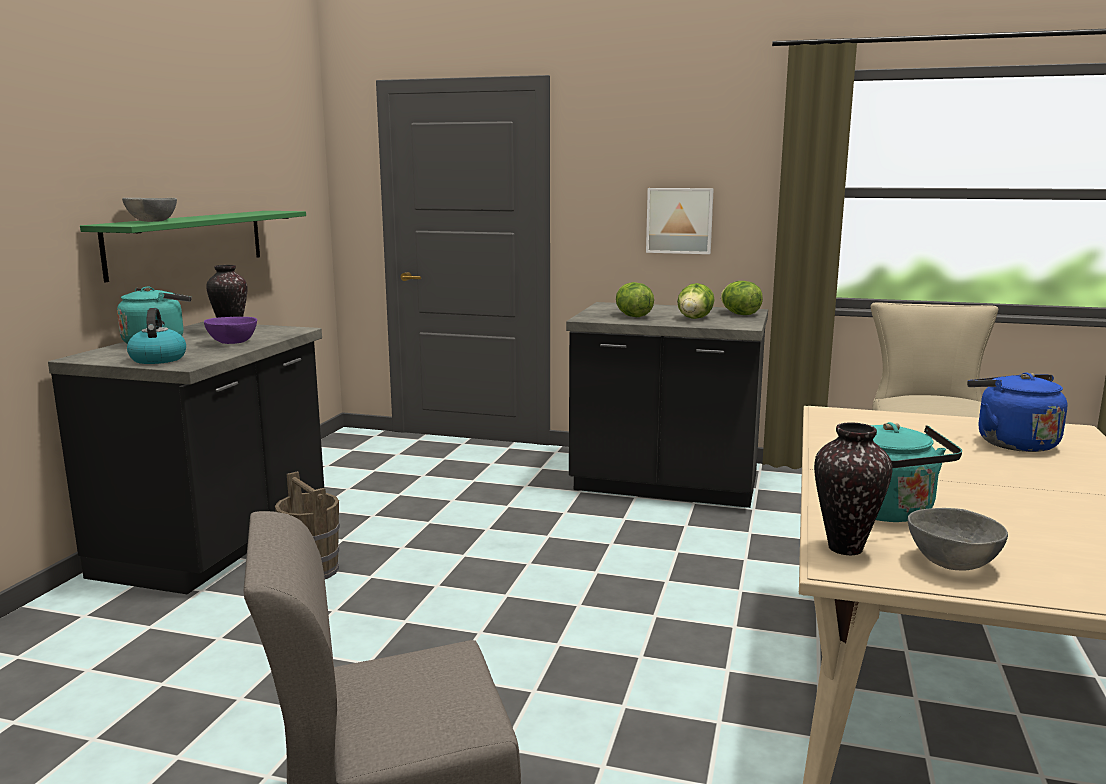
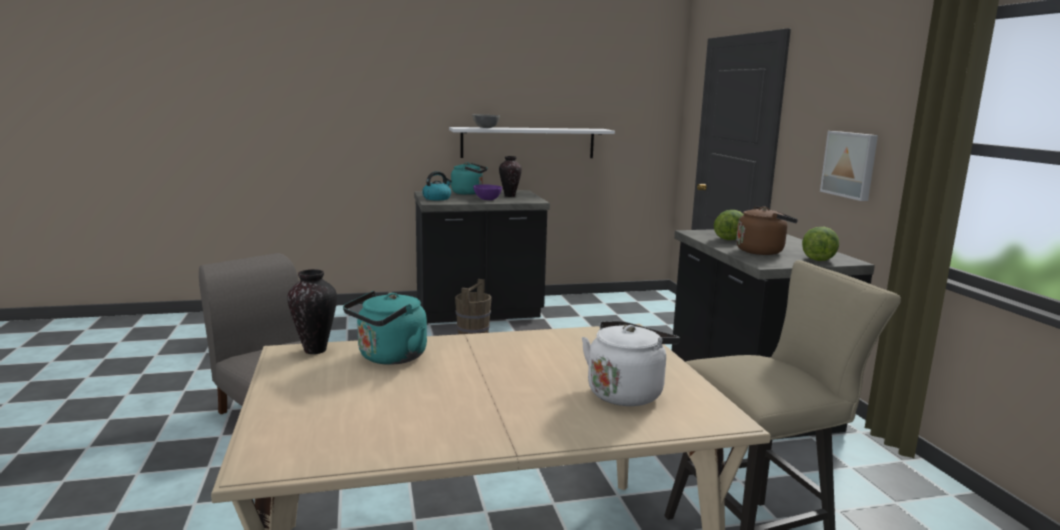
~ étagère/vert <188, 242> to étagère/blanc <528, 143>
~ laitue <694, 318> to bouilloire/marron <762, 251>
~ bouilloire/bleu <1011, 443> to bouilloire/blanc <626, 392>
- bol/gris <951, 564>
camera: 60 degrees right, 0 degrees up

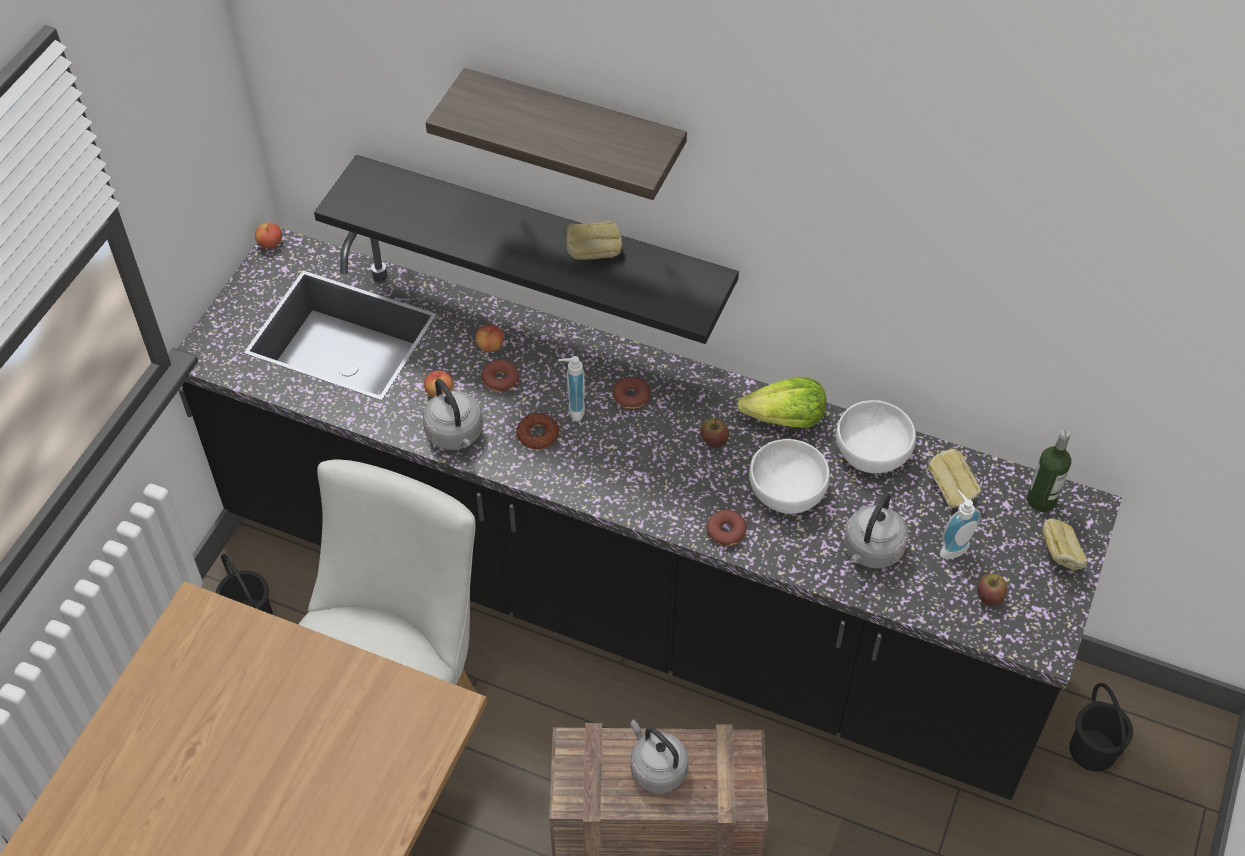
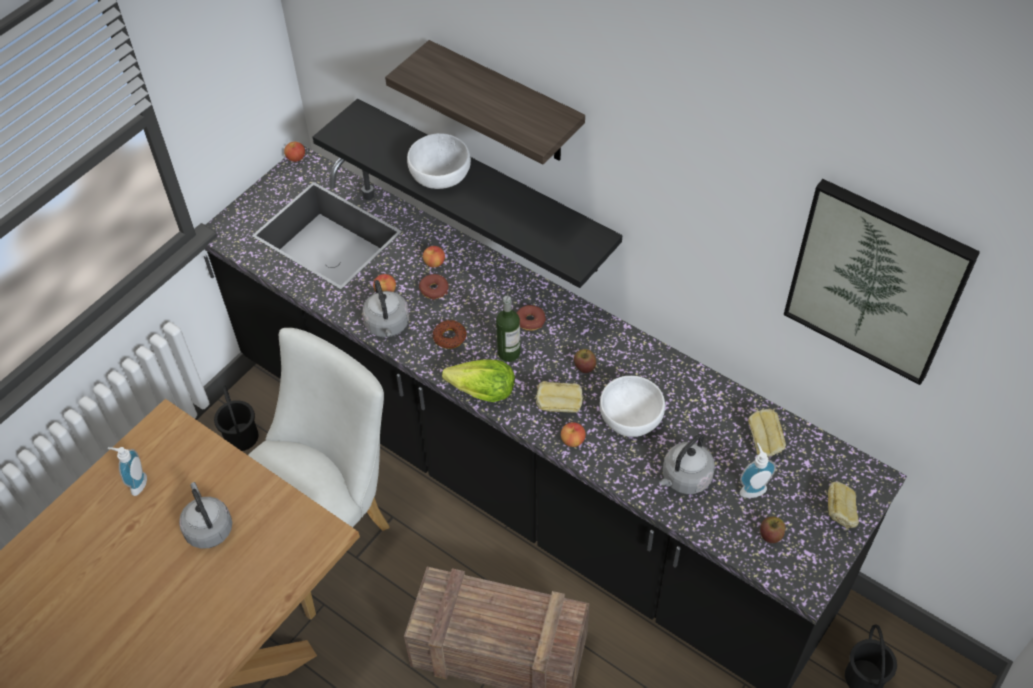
~ pain <592, 254> to <558, 406>
~ distributeur de savon <572, 409> to <136, 484>
~ laitue <784, 420> to <482, 392>
~ bol/blanc <871, 452> to <439, 175>
~ bouteille <1041, 500> to <509, 353>
~ beignet <726, 531> to pomme <572, 440>
~ bouilloire/gris <656, 768> to <208, 528>
+ tableau <876, 281>
camera: 15 degrees right, 0 degrees up

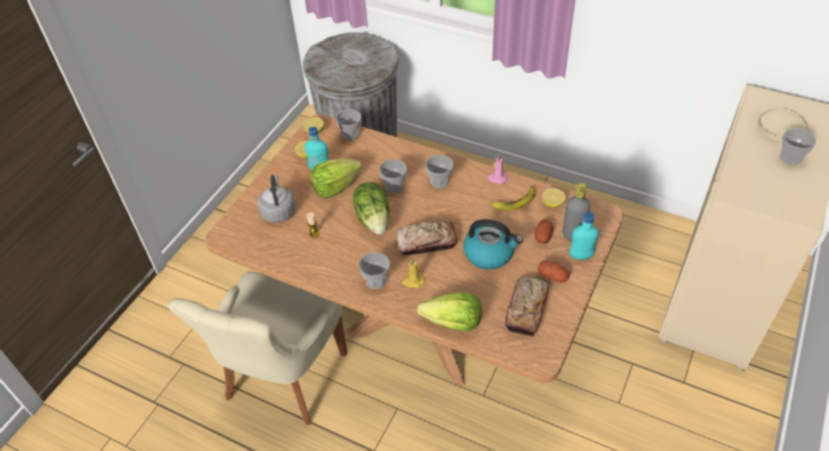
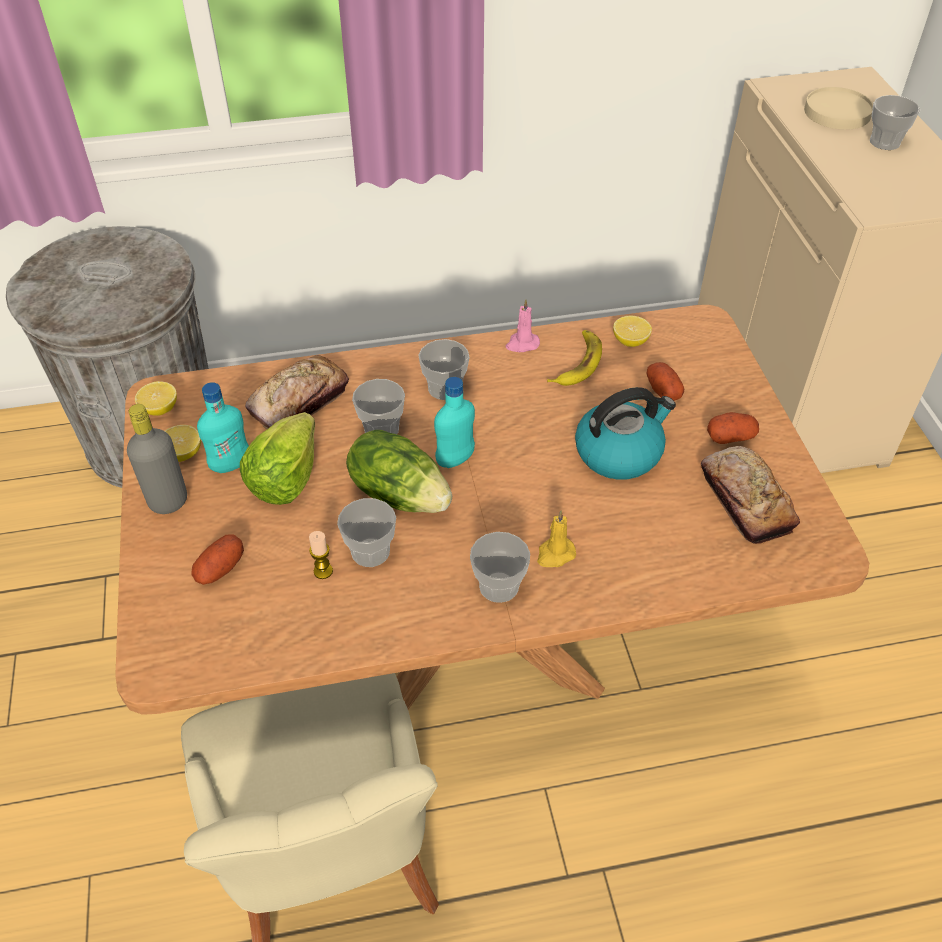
~ tasse <350, 134> to <370, 551>
~ bouilloire/gris <278, 211> to pomme de terre <220, 569>
~ bouteille/gris <573, 234> to <168, 501>
~ bouteille/turquoise <581, 256> to <455, 459>
~ pain <426, 242> to <299, 402>
- laitue <453, 323>
camera: 40 degrees left, 0 degrees up

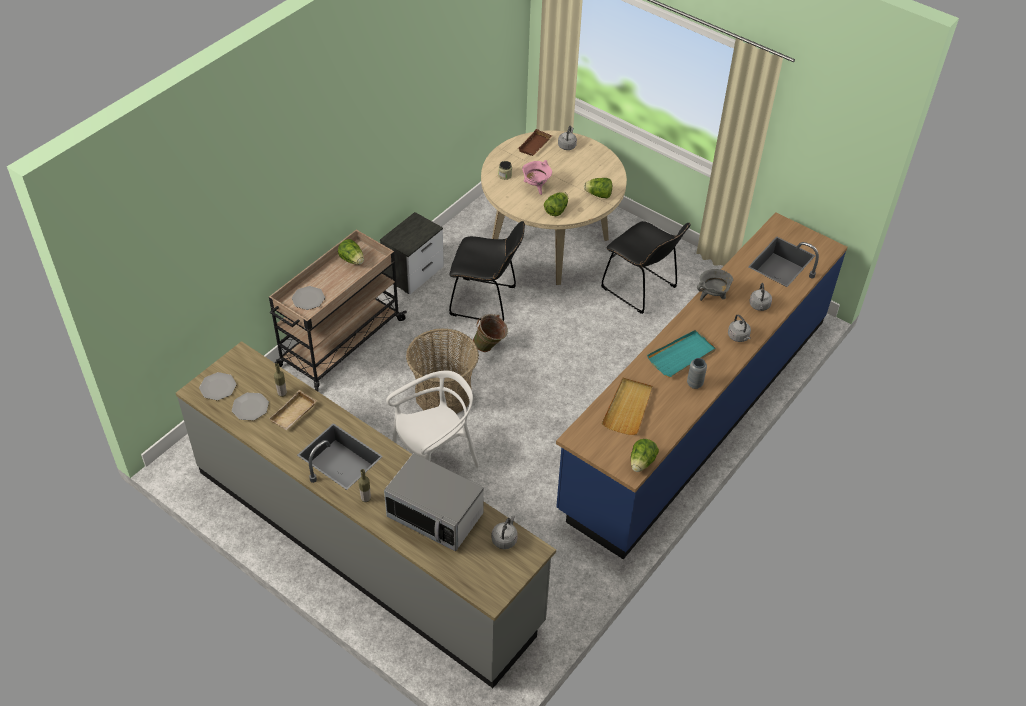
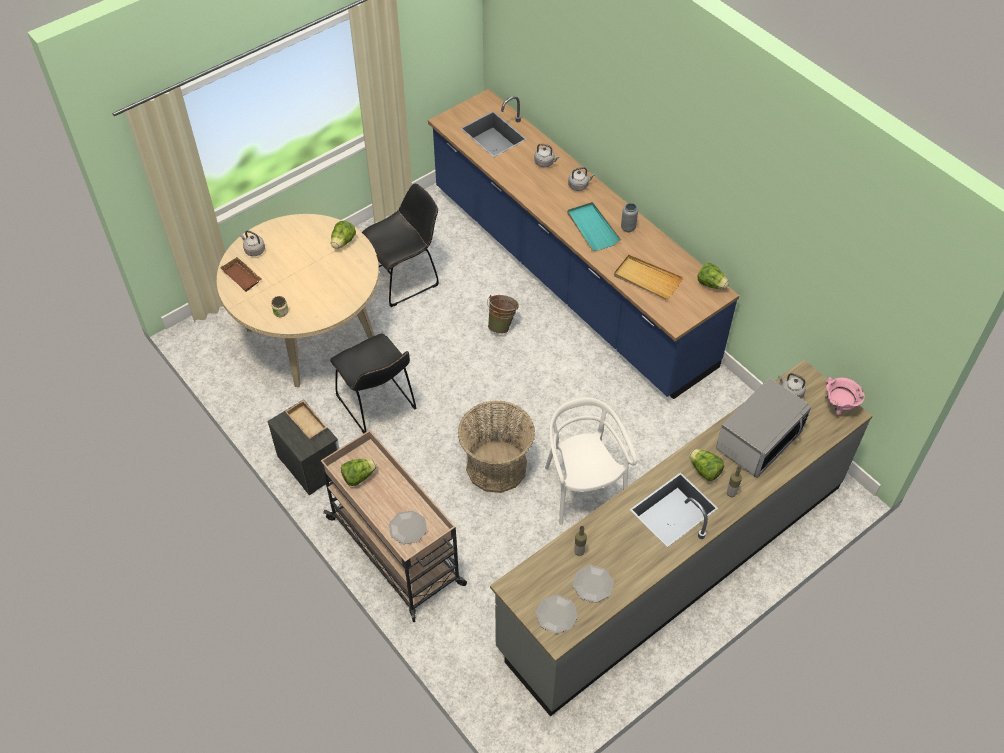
~ marmite/rose <536, 187> to <838, 406>
~ laitue <556, 210> to <704, 470>
~ chaise/noir <487, 302> = <378, 405> 120 degrees clockwise
- marmite/gris <712, 296>
~ seau/vert <490, 348> to <502, 325>
~ plateau/beige <294, 414> to <308, 422>
camera: 75 degrees left, 5 degrees up

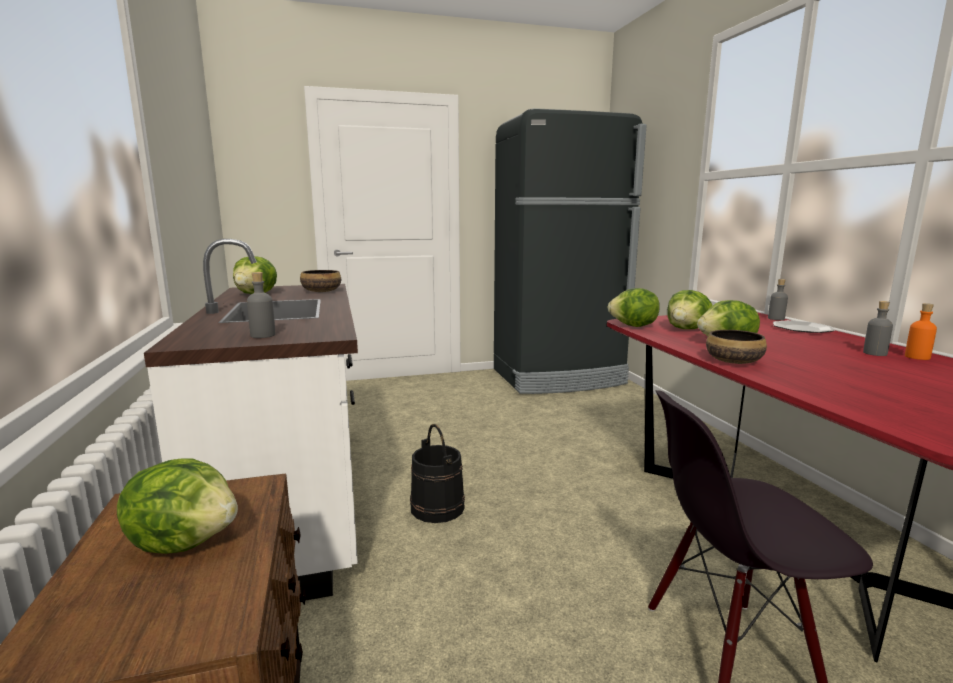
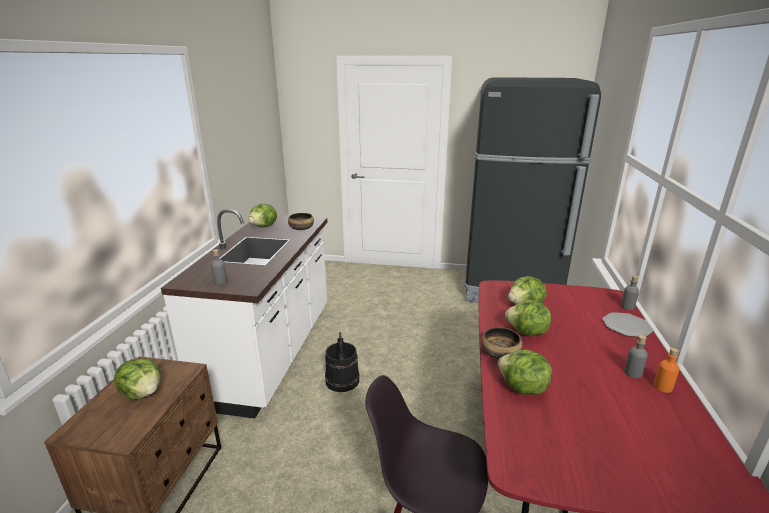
~ laitue <633, 326> to <522, 388>
camera: 25 degrees right, 10 degrees up

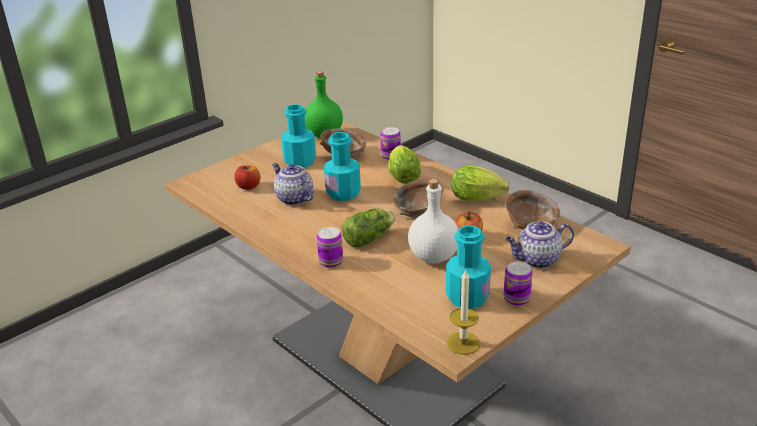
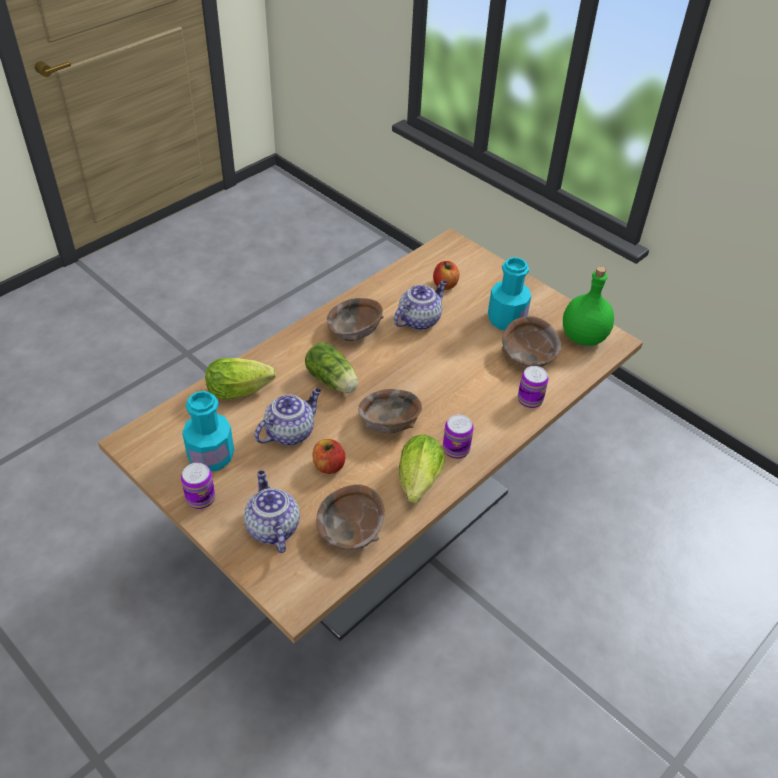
- bouteille/turquoise <343, 193>
~ laitue <402, 176> to <243, 390>
~ bouteille/blanc <432, 257> to théière <290, 432>
~ boîte métallique <331, 262> to <456, 449>
- bougie <463, 343>
+ bol/marron <354, 331>
camera: 85 degrees right, 15 degrees up

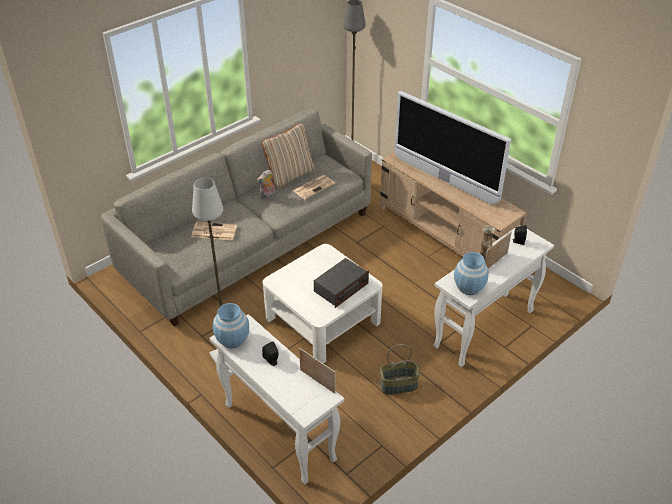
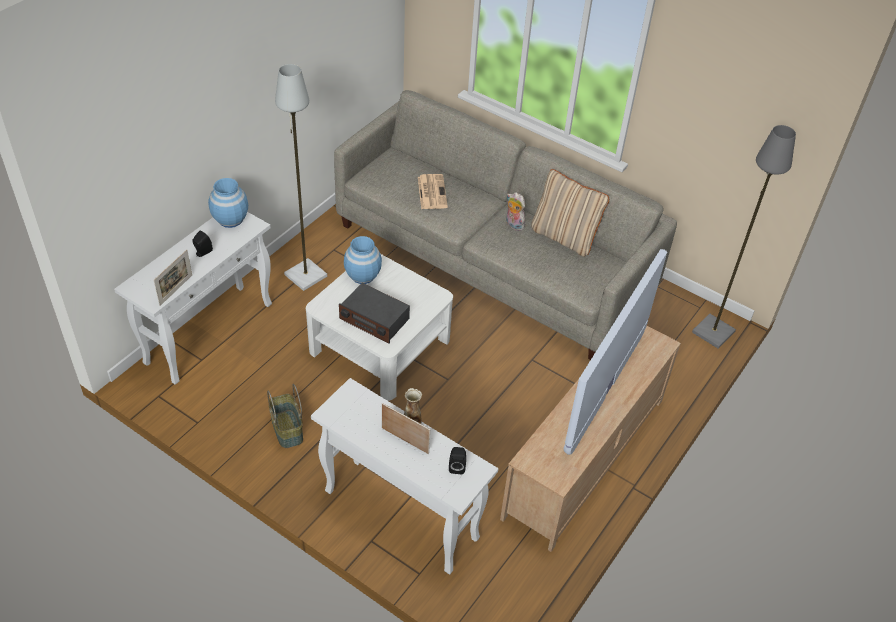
- journal <313, 187>
~ vase/bleu <469, 287> to <363, 275>
camera: 75 degrees right, 5 degrees up

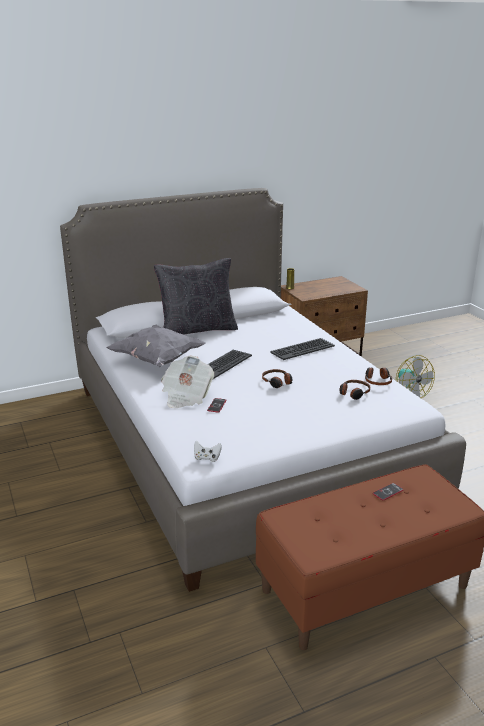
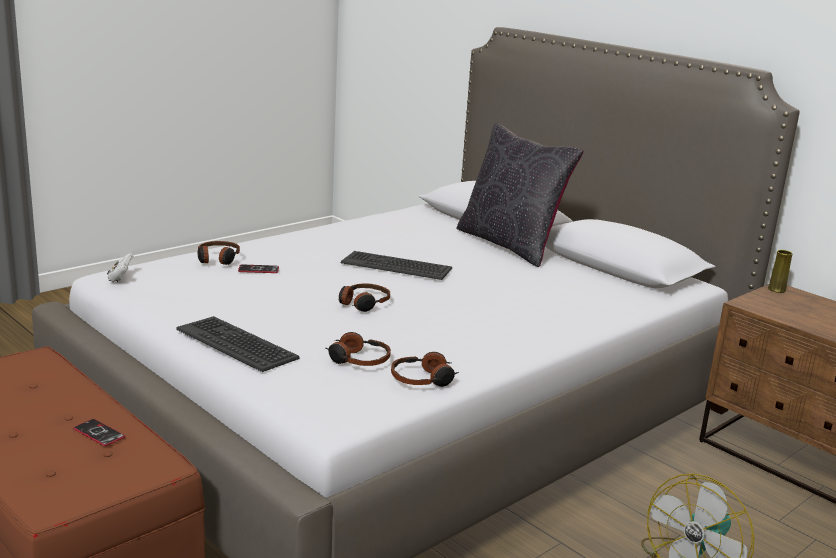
- coussin/gris <158, 360>
~ clavier <302, 349> to <237, 344>
- journal <186, 396>
+ casque audio <217, 259>
camera: 70 degrees right, 5 degrees down

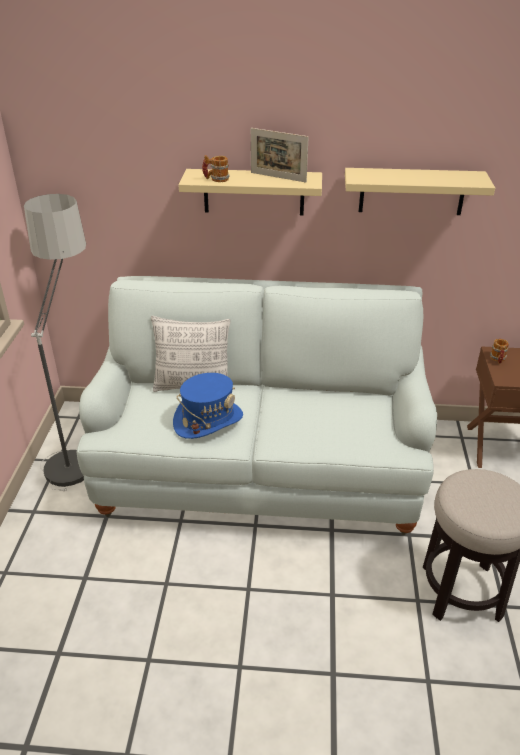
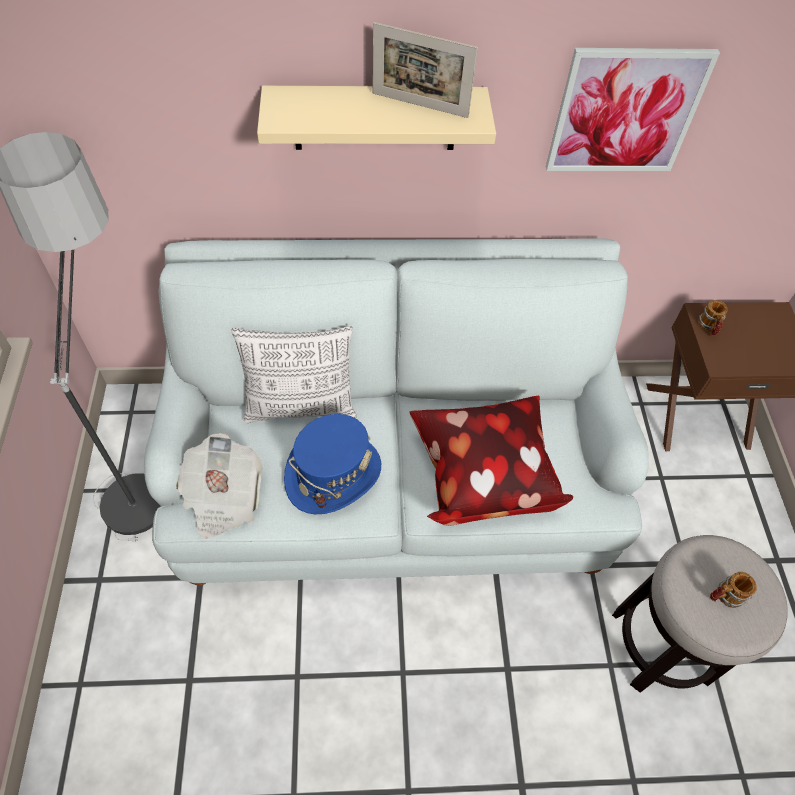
~ mug <216, 179> to <724, 596>
~ étagère/beige <412, 191> to tableau <625, 112>
+ coussin <481, 475>
+ journal <223, 497>
camera: 10 degrees left, 20 degrees up

